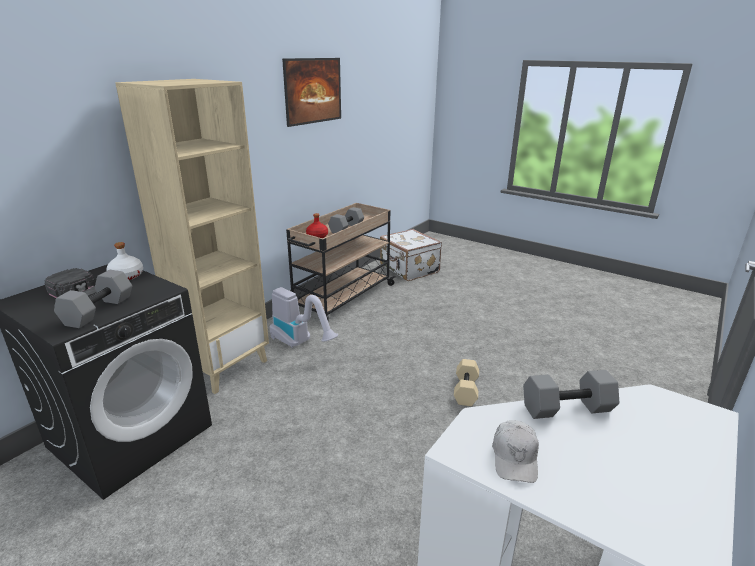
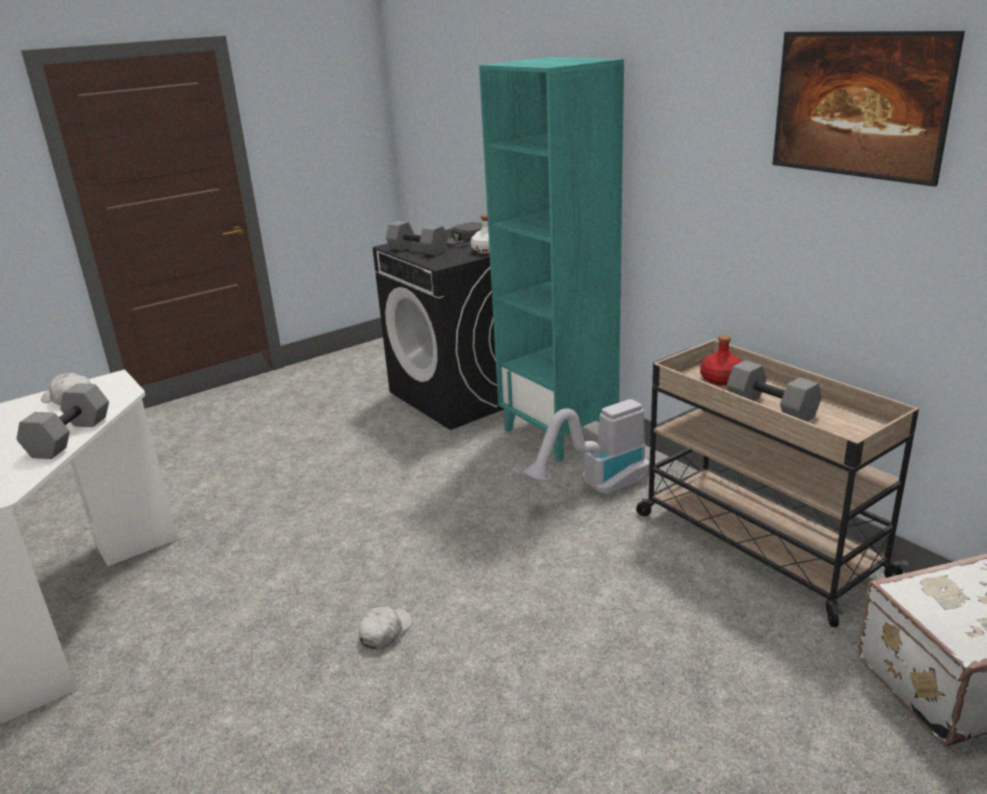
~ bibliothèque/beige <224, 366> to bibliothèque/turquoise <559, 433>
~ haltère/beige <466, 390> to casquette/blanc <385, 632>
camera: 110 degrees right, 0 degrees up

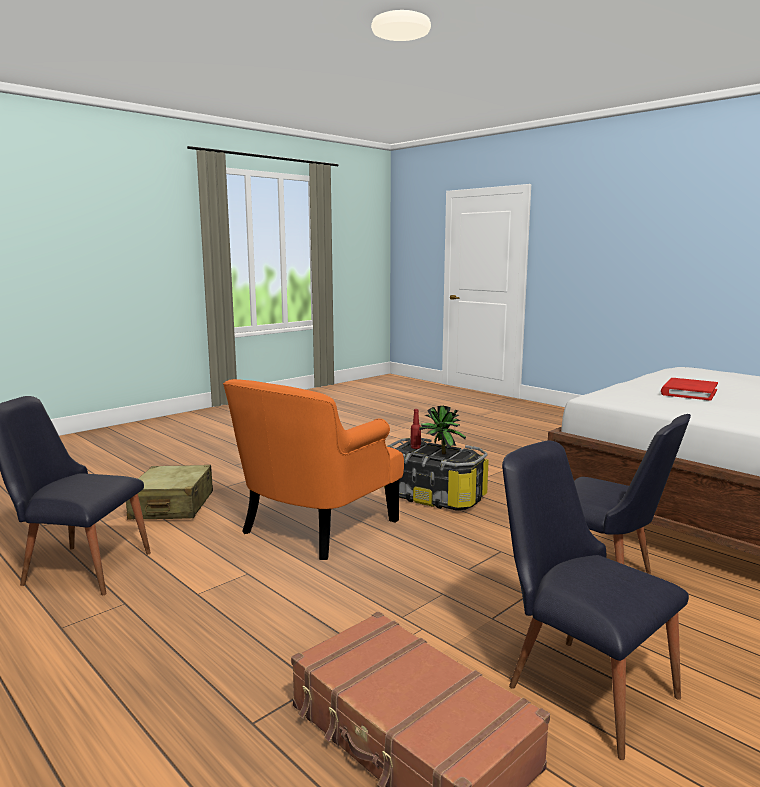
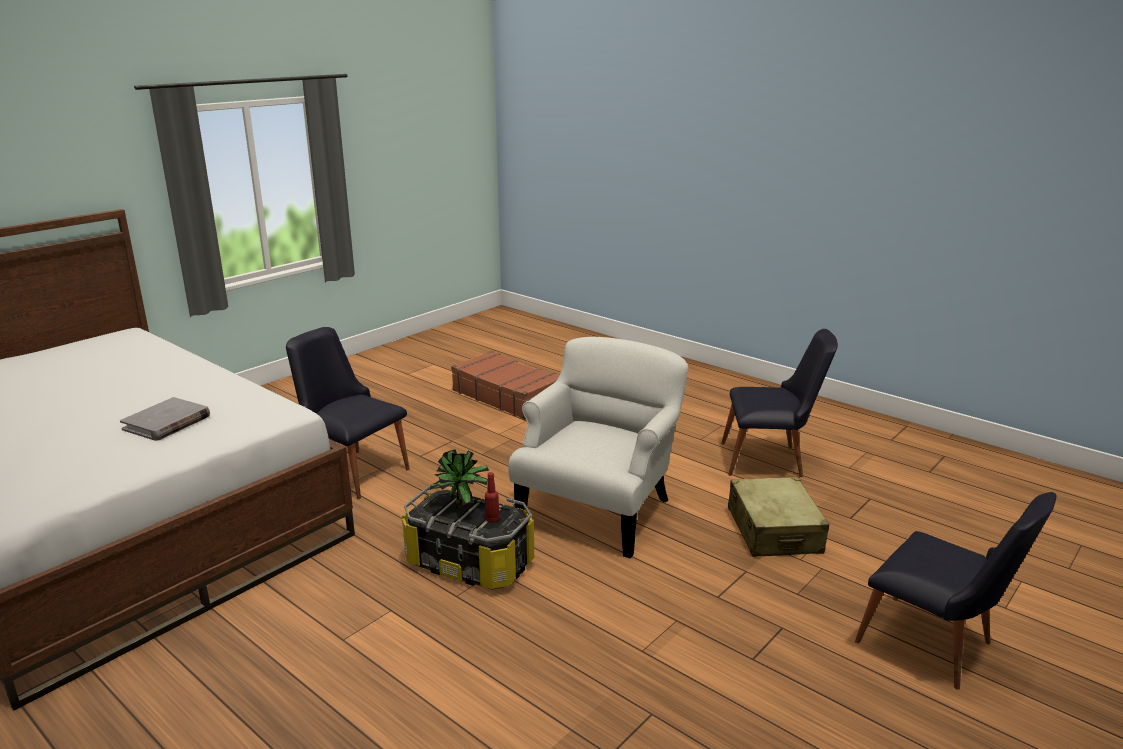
~ livre/rouge <689, 392> to livre/gris <167, 423>
~ fauteuil/orange <315, 527> to fauteuil/blanc <599, 509>
~ chaise/noir <578, 683> to <936, 649>
camera: 175 degrees right, 10 degrees up

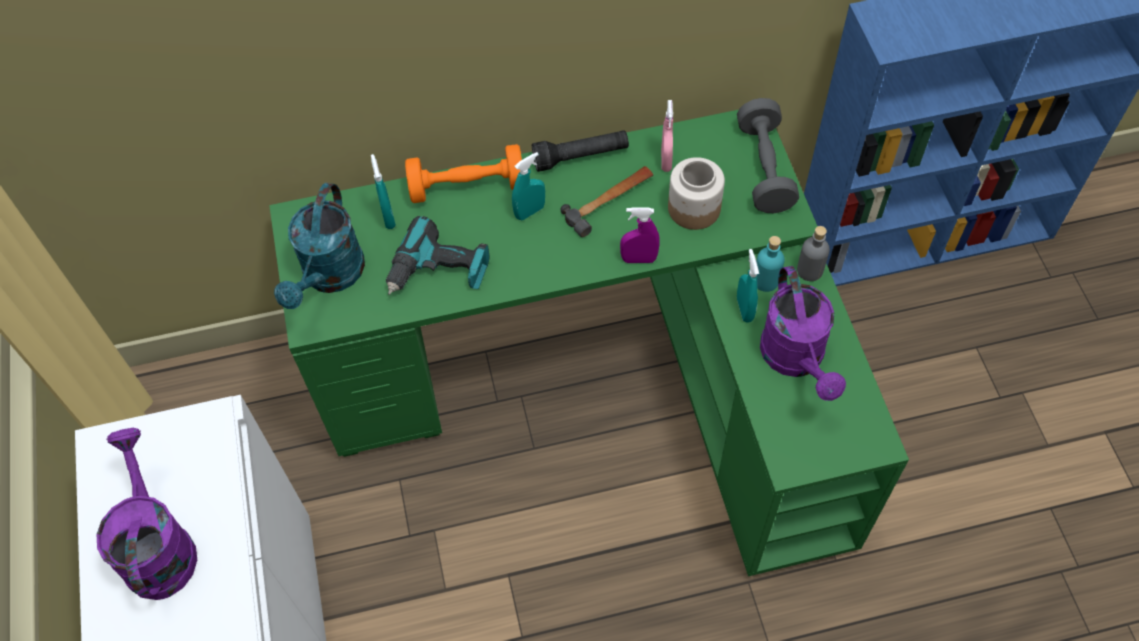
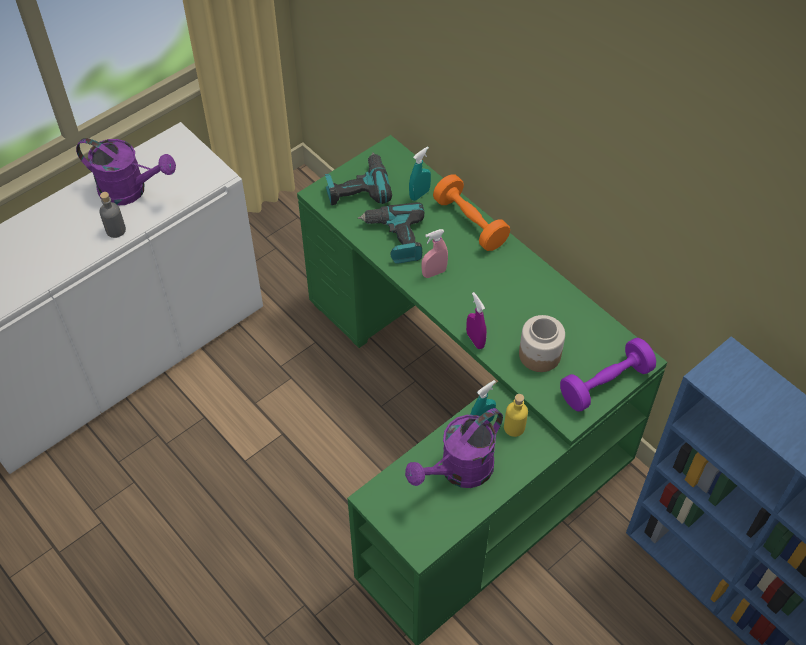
~ haltère/gris <764, 168> to haltère/violet <605, 384>
~ vaporisateur/rose <666, 160> to <434, 273>
- lampe de poche/noir <581, 157>
- vaporisateur/turquoise <530, 211>
- marteau <610, 201>
~ arrosoir/turquoise <330, 277> to perceuse <357, 187>
~ bouteille/gris <809, 270> to <115, 230>
~ bouteille/turquoise <766, 280> to bouteille/jaune <514, 427>
~ arrosoir/violet <158, 546> = <130, 190> 60 degrees clockwise
camera: 60 degrees right, 5 degrees down

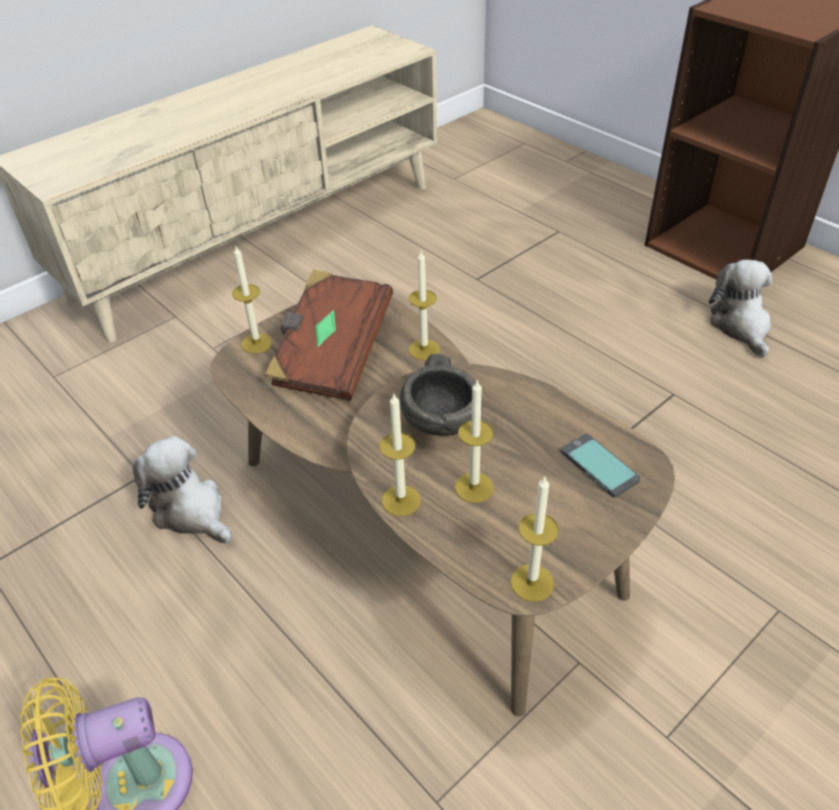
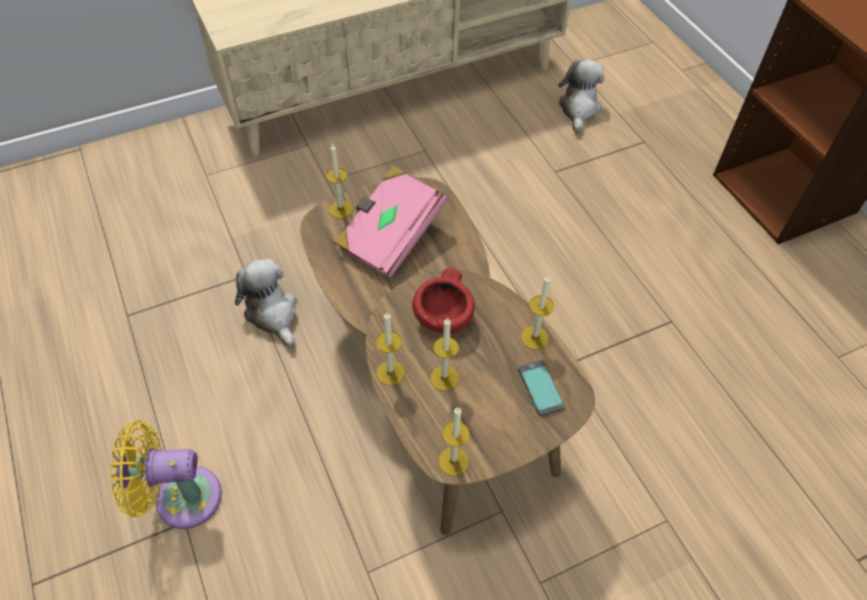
~ bougie <424, 349> to <534, 338>
~ peluche <740, 326> to <579, 109>
~ livre/marron <331, 356> to livre/rose <390, 235>
~ bol/gris <442, 420> to bol/rouge <444, 318>
camera: 15 degrees right, 10 degrees up

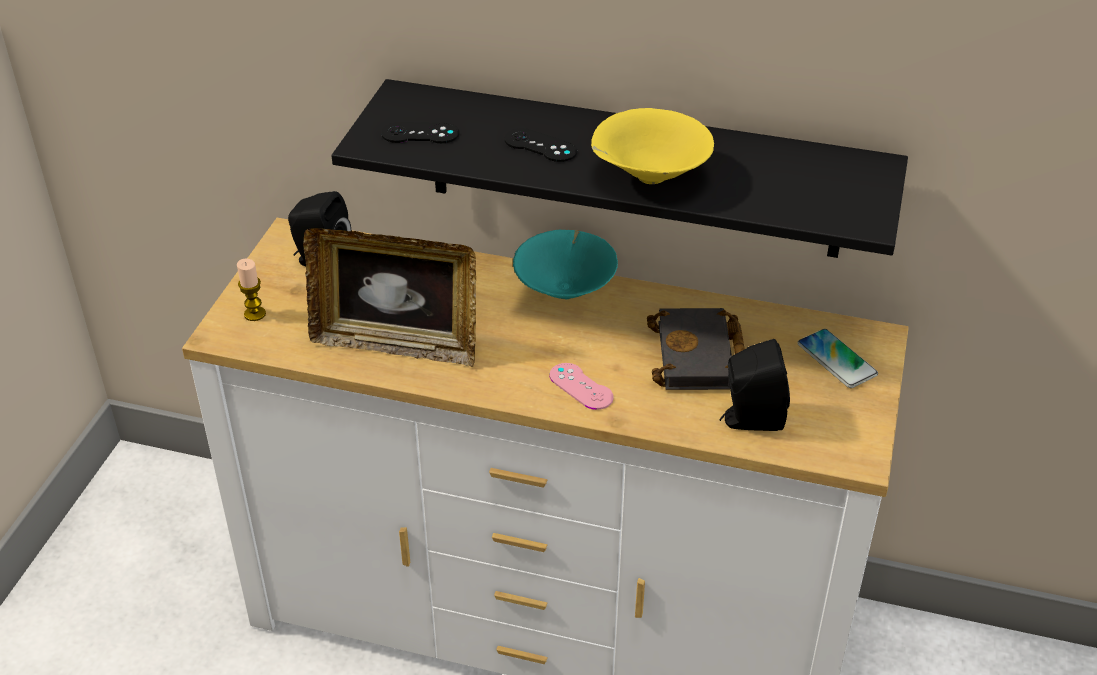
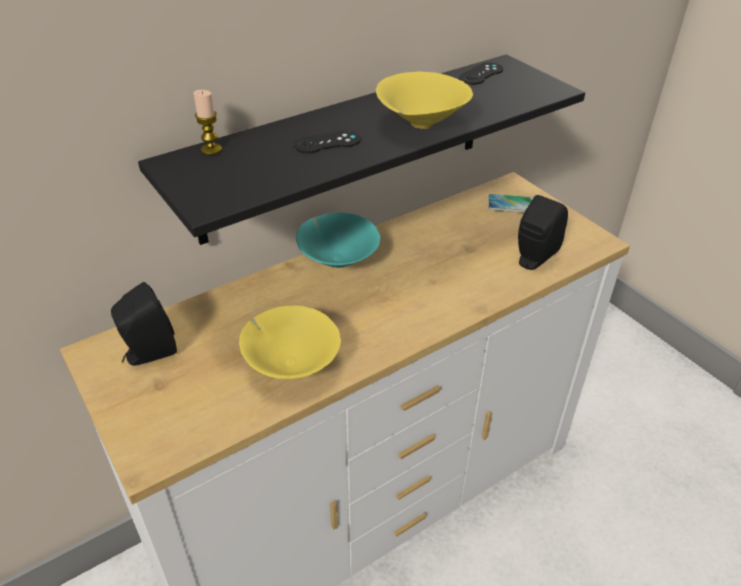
~ manette/noir <420, 133> to <481, 74>
~ cadre photo <396, 344> to bol/jaune <290, 364>
~ bougie <255, 314> to <211, 149>
- livre/noir <700, 358>
- manette/rose <581, 386>
camera: 50 degrees left, 0 degrees up

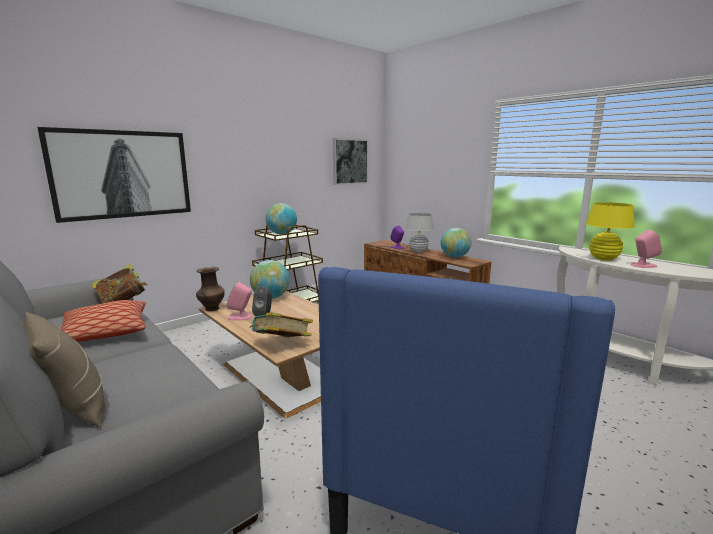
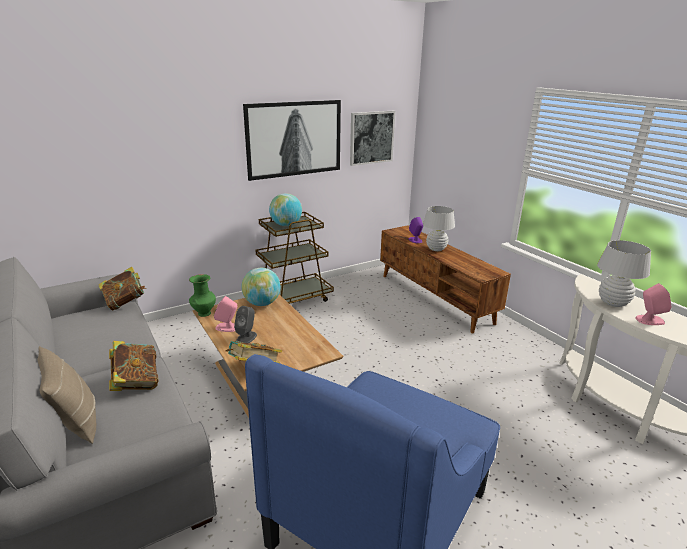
~ tableau <123, 174> to <294, 139>
~ lampe de table/jaune <603, 258> to lampe de table/blanc <613, 303>
- globe <454, 257>
~ vase/marron <211, 309> to vase/vert <204, 314>
- coussin <105, 332>
+ livre <136, 383>
camera: 10 degrees right, 10 degrees up

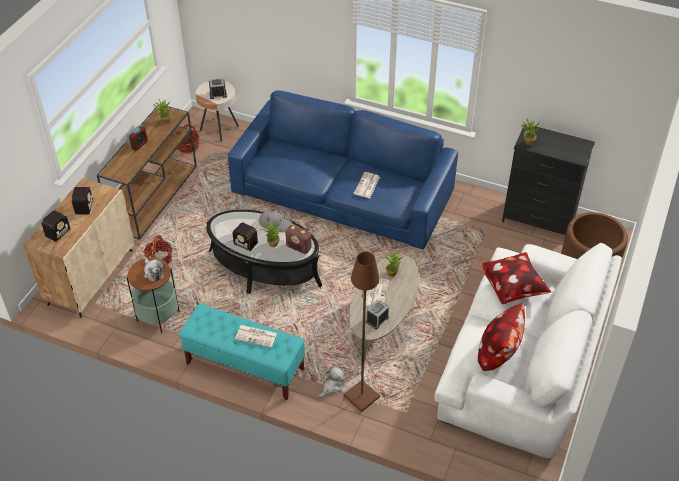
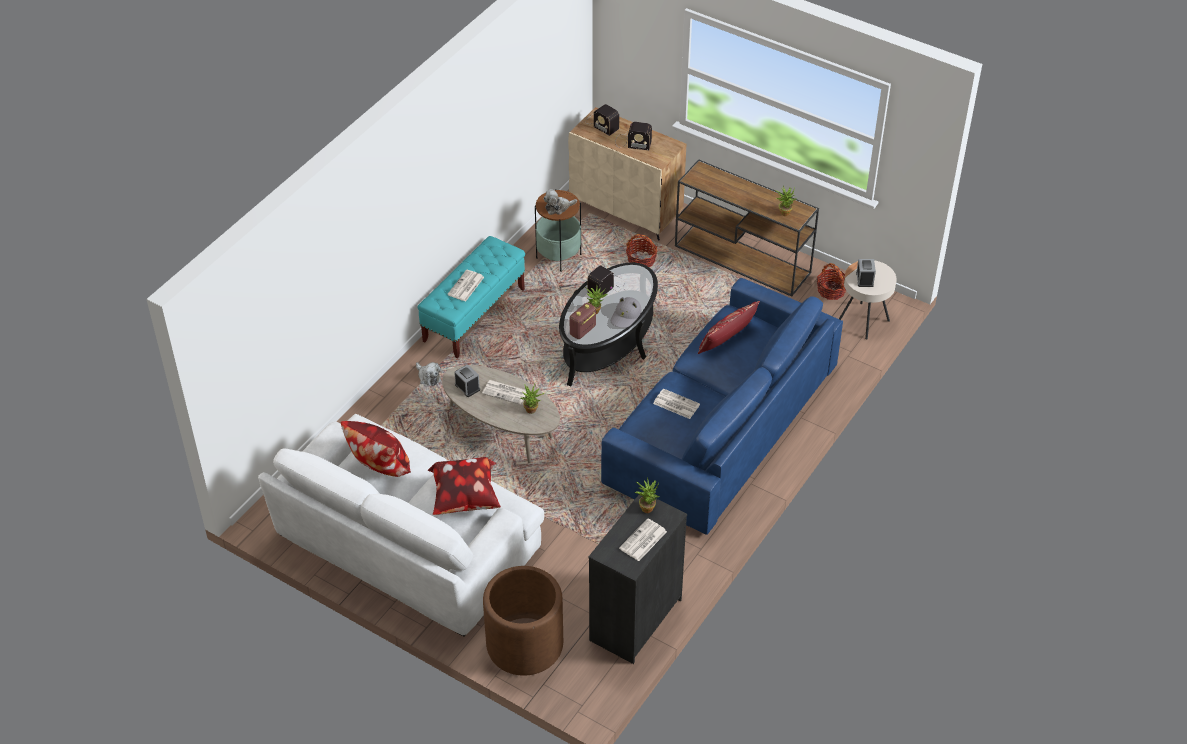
- réveil <138, 145>
- lampadaire/marron <361, 396>
+ coussin/rouge <727, 338>
+ journal <643, 541>
camera: 100 degrees right, 0 degrees up

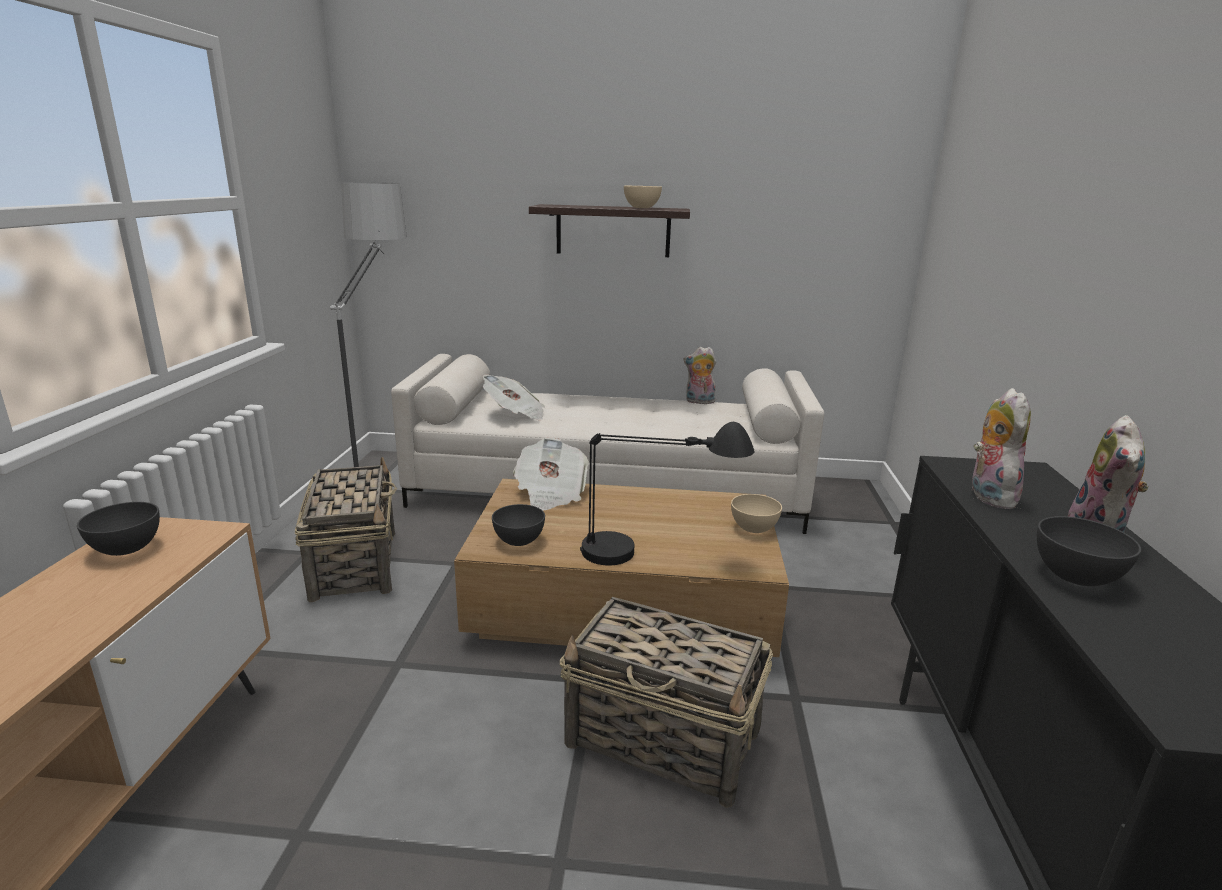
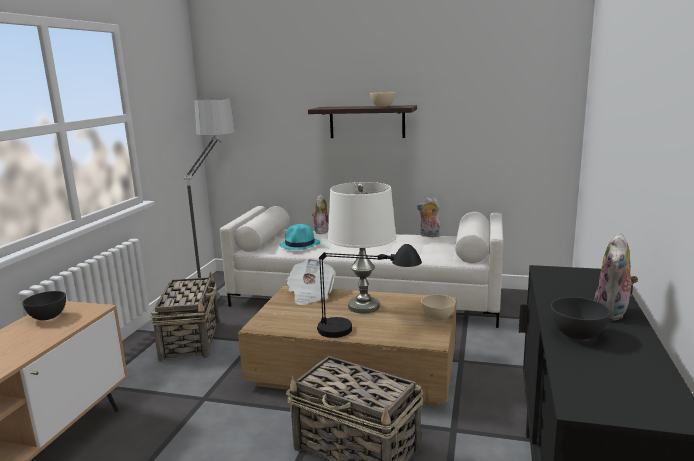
~ journal <515, 414> to chapeau/turquoise <300, 244>
~ peluche <987, 496> to <321, 231>
- bol/gris <518, 541>
+ lampe de table/blanc <363, 306>
camera: 10 degrees right, 5 degrees down

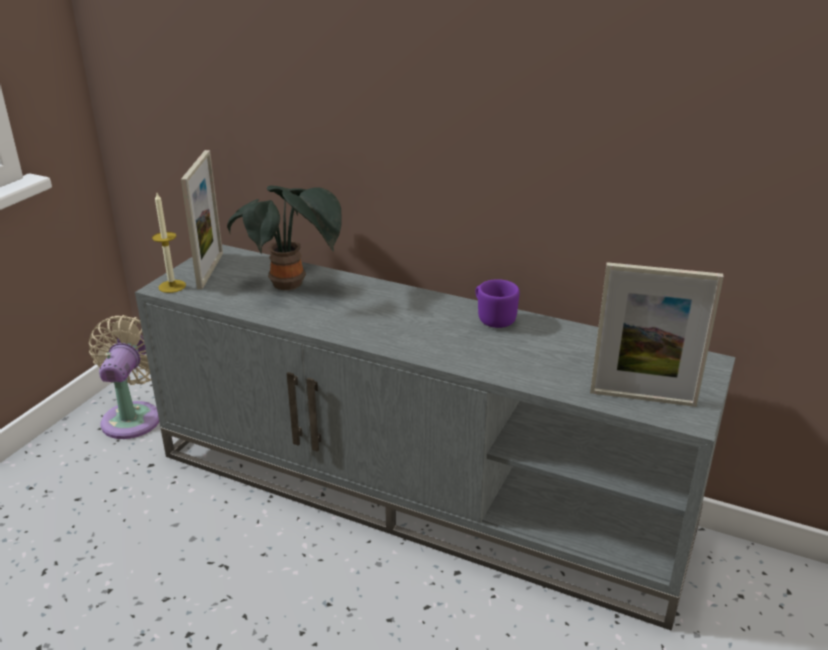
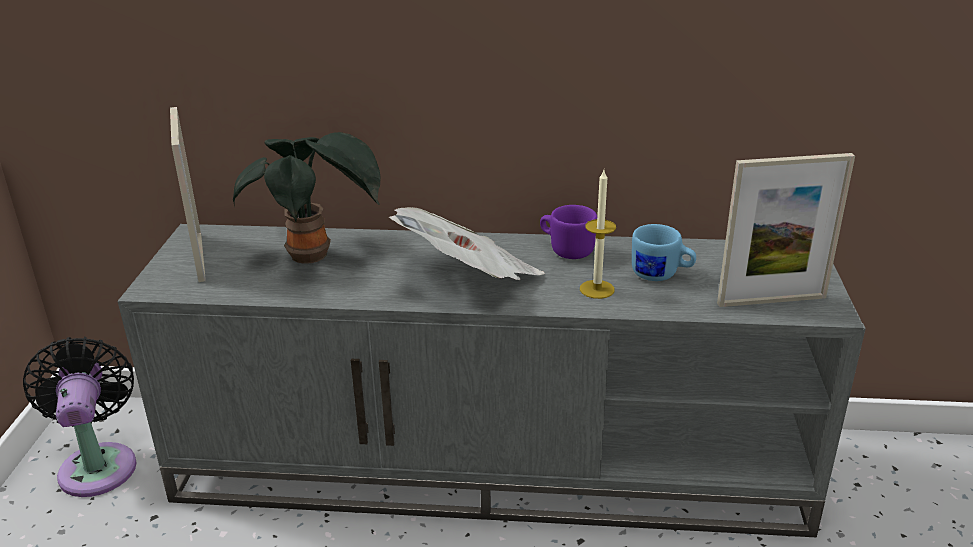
~ bougie <172, 286> to <597, 289>
~ ventilateur/beige <133, 417> to ventilateur/noir <98, 464>
+ journal <469, 279>
+ mug/bleu <661, 275>
camera: 20 degrees left, 0 degrees up

